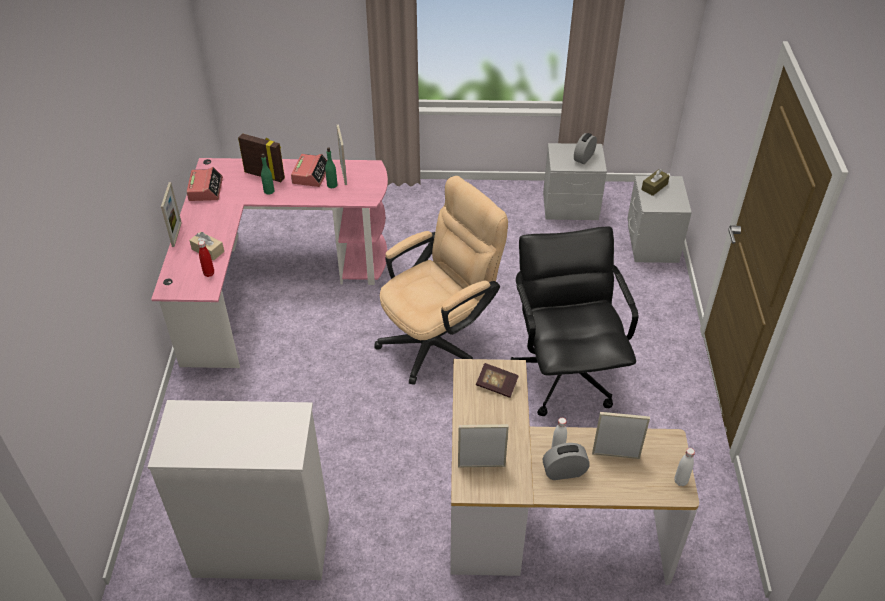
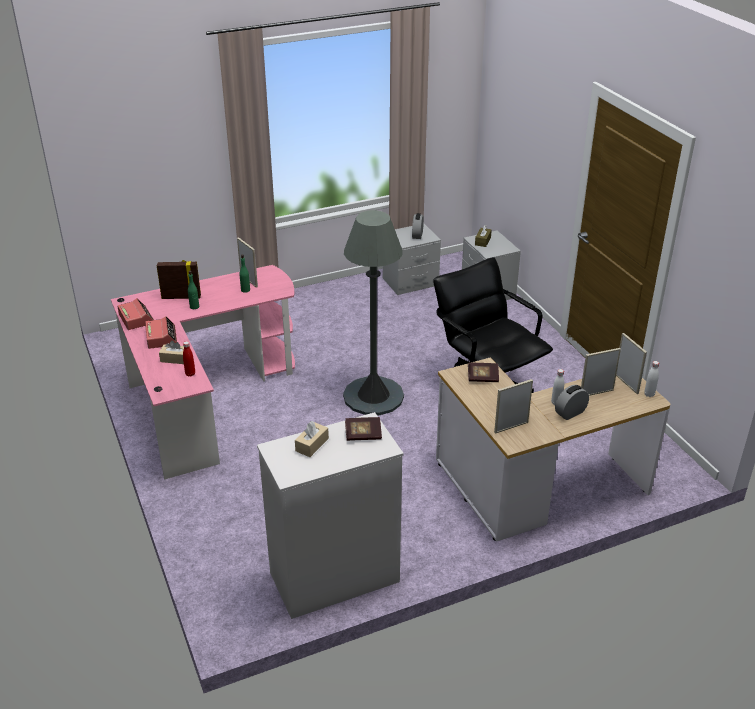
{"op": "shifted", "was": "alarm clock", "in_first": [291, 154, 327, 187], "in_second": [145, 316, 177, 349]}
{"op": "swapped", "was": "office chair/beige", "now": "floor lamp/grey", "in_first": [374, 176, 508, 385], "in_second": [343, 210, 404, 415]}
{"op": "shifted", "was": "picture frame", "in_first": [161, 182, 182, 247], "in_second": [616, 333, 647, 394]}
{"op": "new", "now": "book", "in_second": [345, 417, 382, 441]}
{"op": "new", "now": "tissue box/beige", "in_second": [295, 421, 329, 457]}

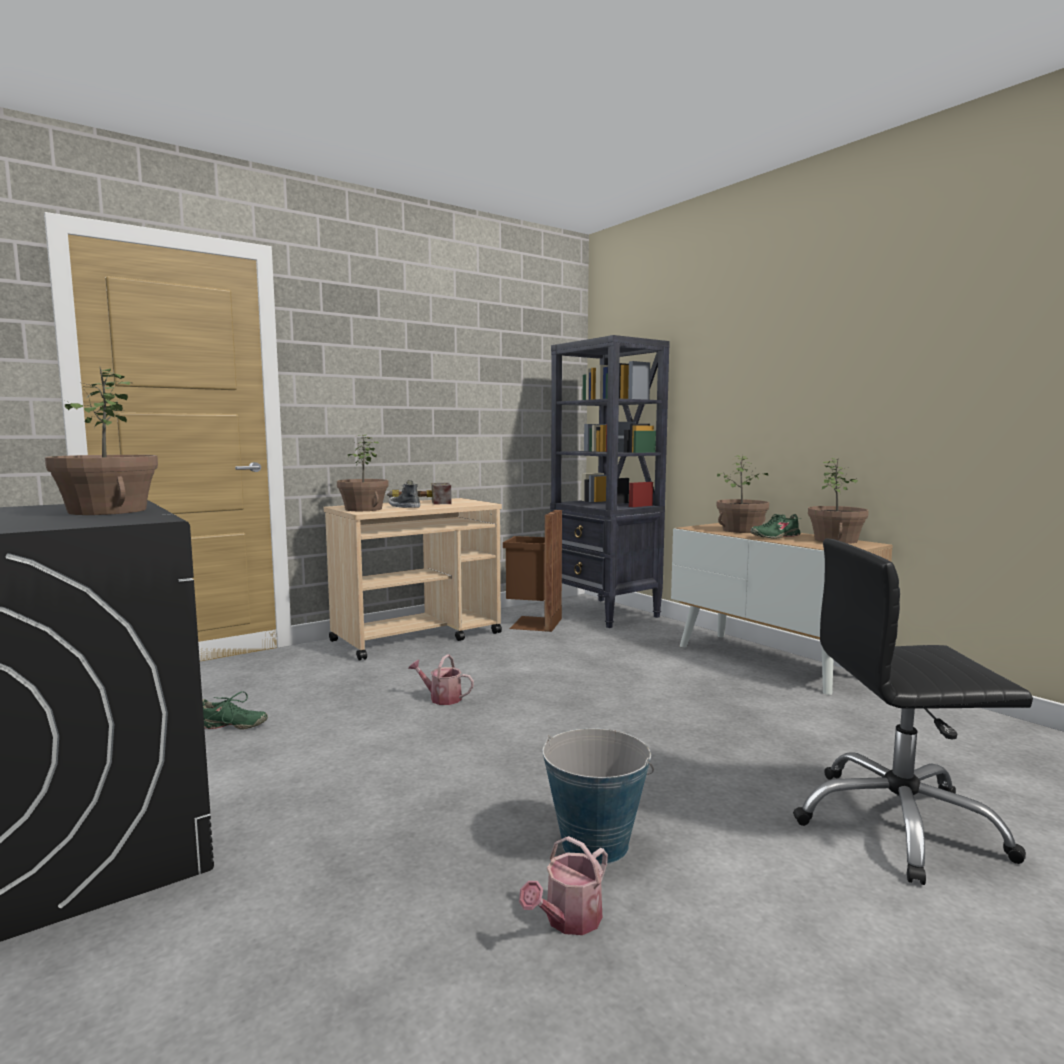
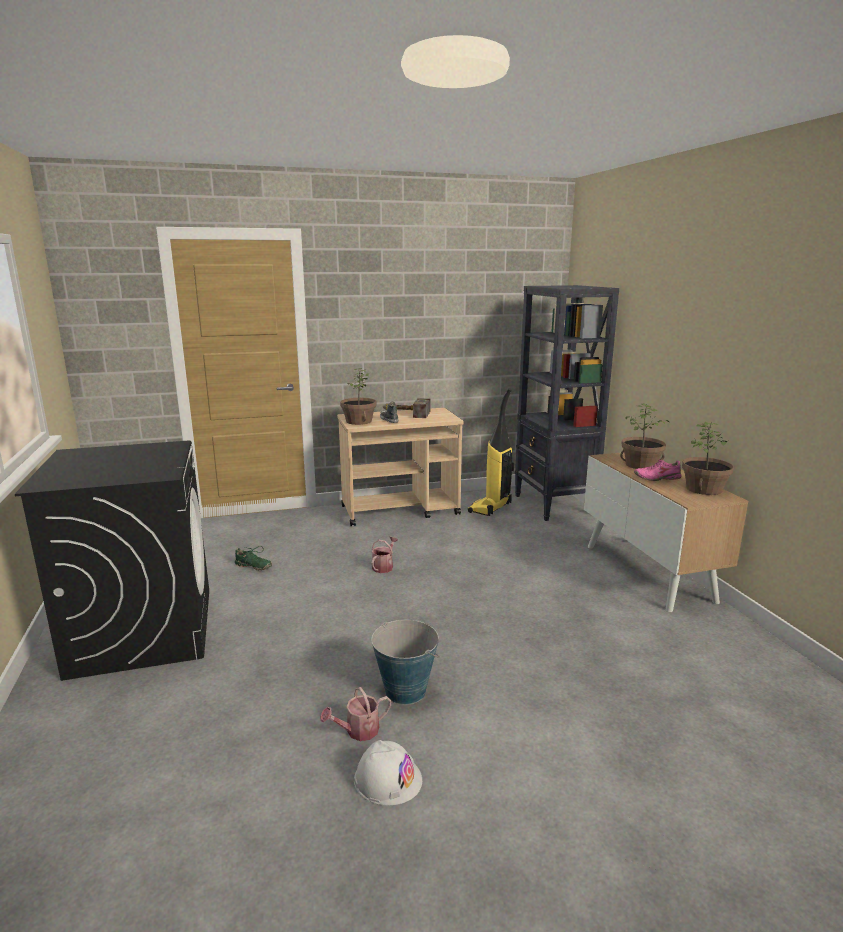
{"op": "gone", "was": "potted plant", "in_first": [45, 367, 158, 515]}
{"op": "swapped", "was": "trash can/brown", "now": "vacuum cleaner", "in_first": [503, 510, 562, 632], "in_second": [468, 388, 514, 516]}
{"op": "repainted", "was": "shoe/green", "now": "shoe/pink", "in_first": [750, 514, 801, 539], "in_second": [634, 459, 682, 481]}
{"op": "gone", "was": "office chair/black", "in_first": [793, 539, 1033, 885]}
{"op": "rotated", "was": "watering can", "in_first": [408, 654, 474, 705], "in_second": [372, 537, 398, 573], "clockwise": 75}
{"op": "new", "now": "hard hat/white", "in_second": [354, 740, 422, 805]}

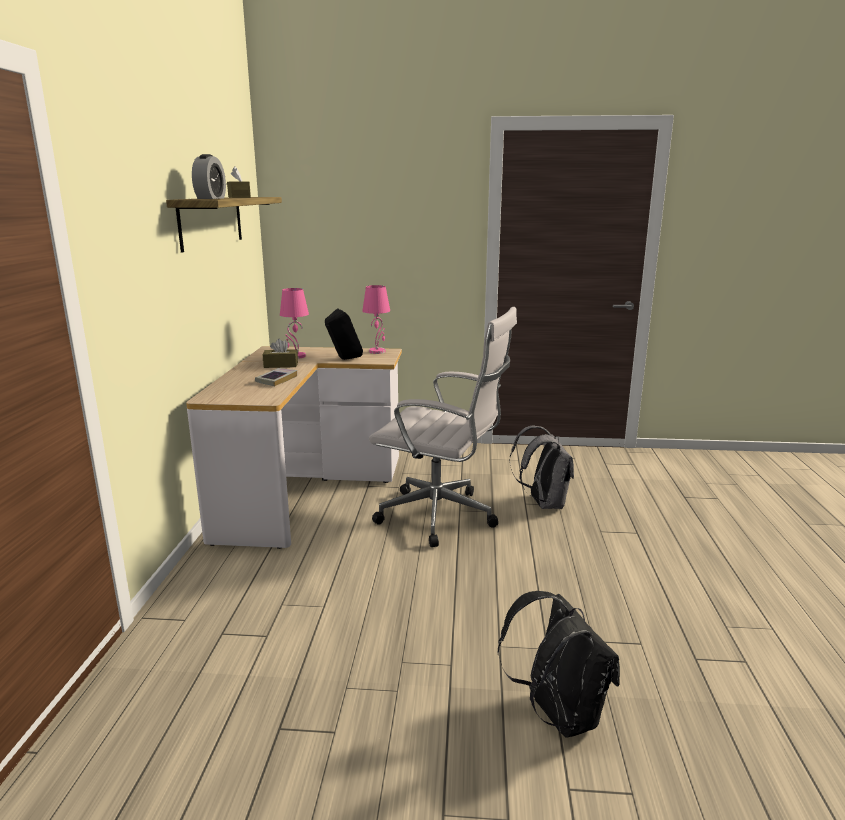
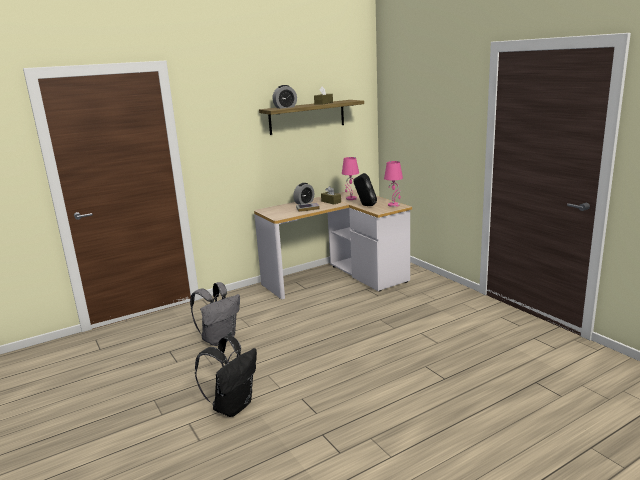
{"op": "gone", "was": "office chair/white", "in_first": [369, 307, 517, 547]}
{"op": "shifted", "was": "backpack/grey", "in_first": [509, 426, 574, 509], "in_second": [190, 282, 240, 346]}
{"op": "new", "now": "alarm clock", "in_second": [293, 183, 314, 205]}

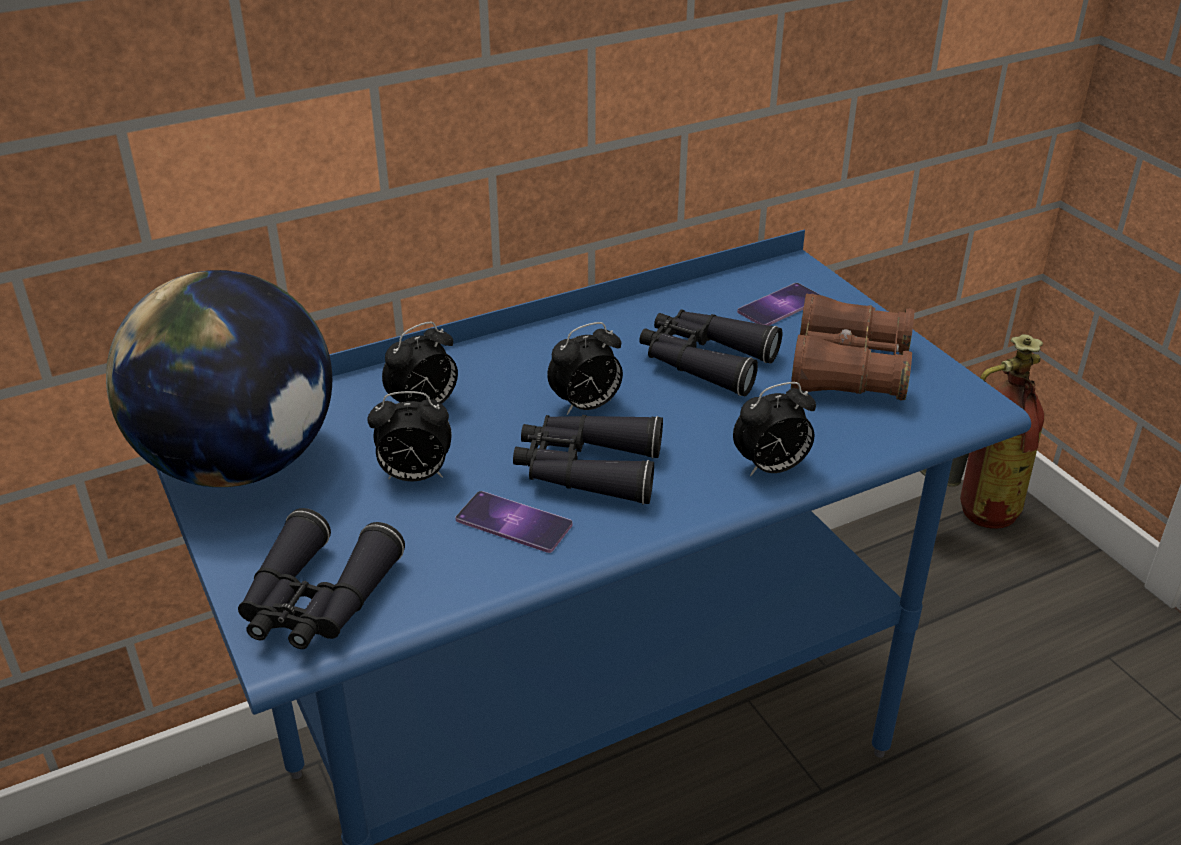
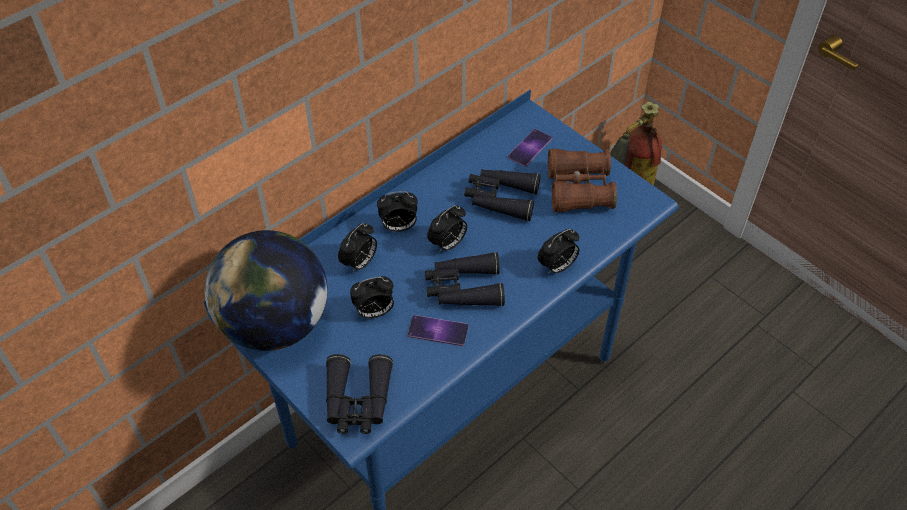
{"op": "new", "now": "alarm clock", "in_second": [377, 191, 418, 232]}

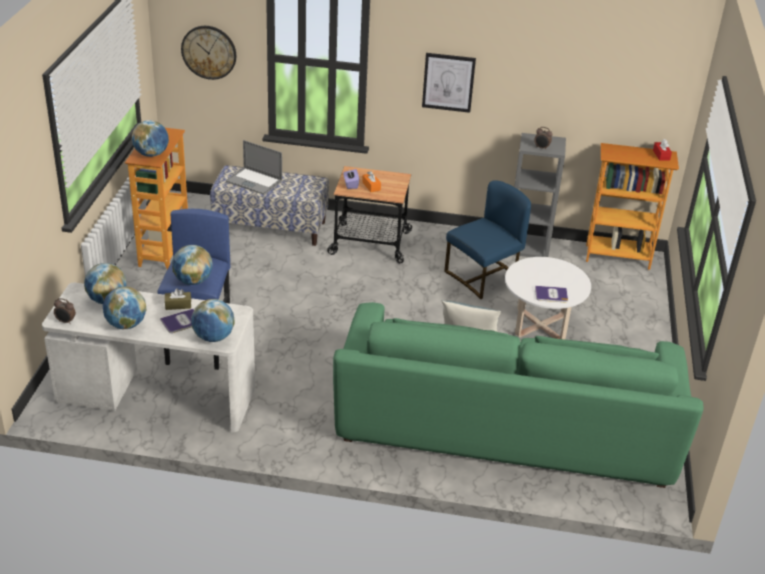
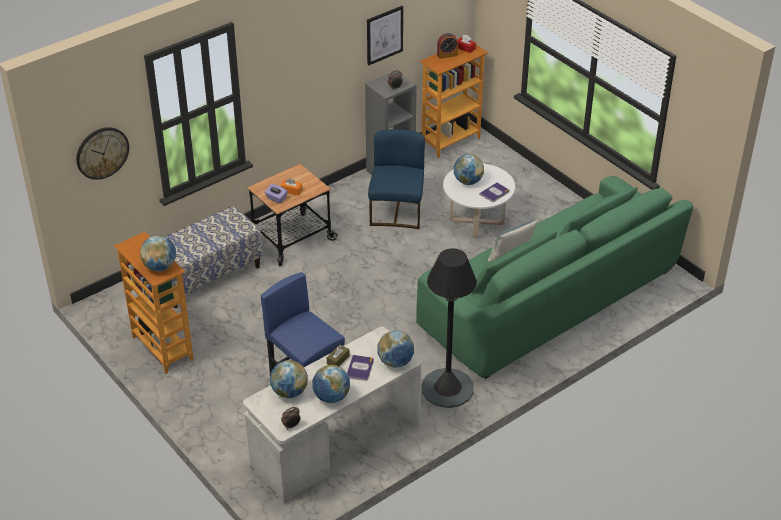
{"op": "shifted", "was": "picture", "in_first": [422, 53, 476, 113], "in_second": [367, 6, 403, 65]}
{"op": "gone", "was": "laptop", "in_first": [226, 140, 282, 195]}
{"op": "shifted", "was": "globe", "in_first": [172, 245, 213, 285], "in_second": [454, 154, 484, 185]}
{"op": "new", "now": "alarm clock", "in_second": [437, 33, 458, 59]}
{"op": "new", "now": "floor lamp/black", "in_second": [422, 248, 477, 408]}

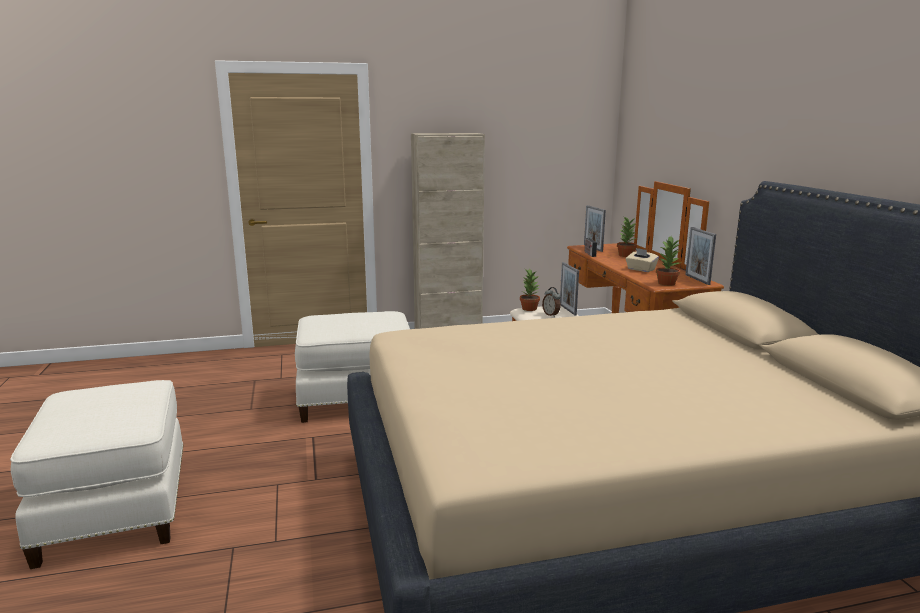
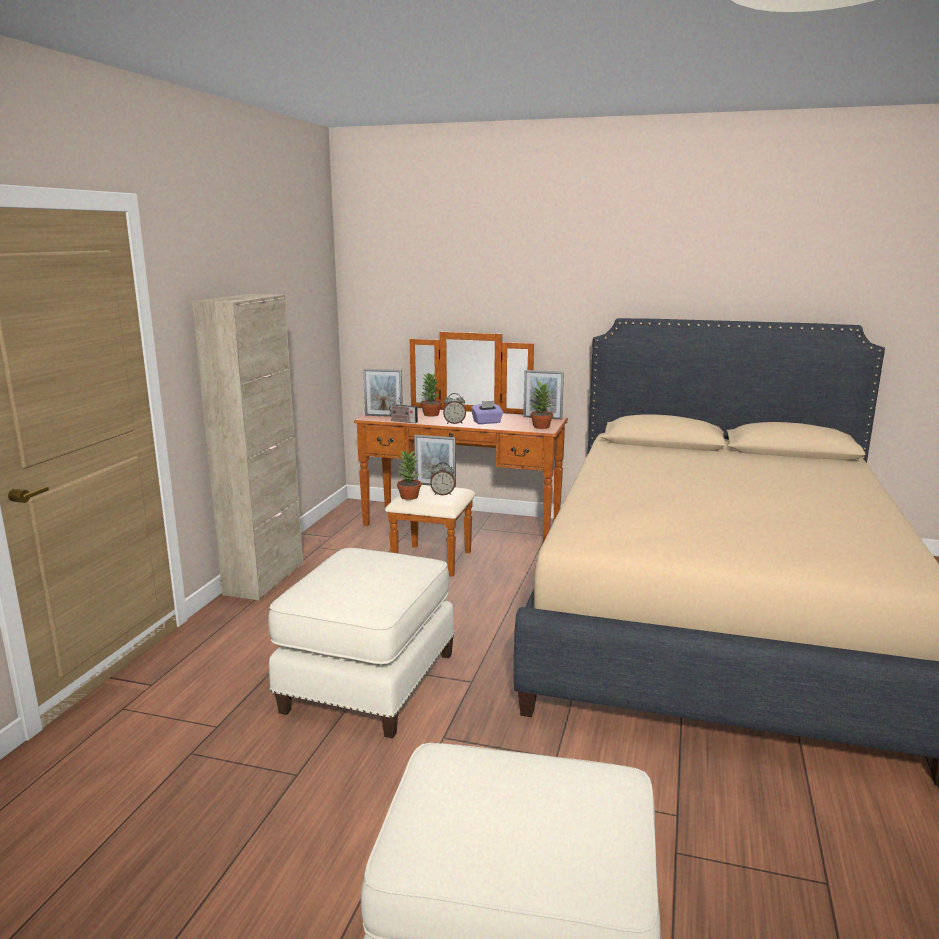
{"op": "repainted", "was": "tissue box/beige", "now": "tissue box/purple", "in_first": [626, 248, 659, 272], "in_second": [471, 401, 503, 424]}
{"op": "new", "now": "alarm clock", "in_second": [443, 393, 466, 424]}

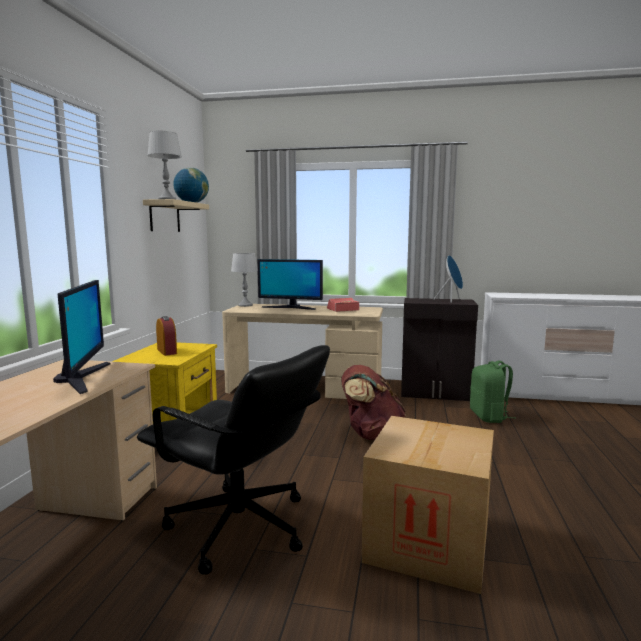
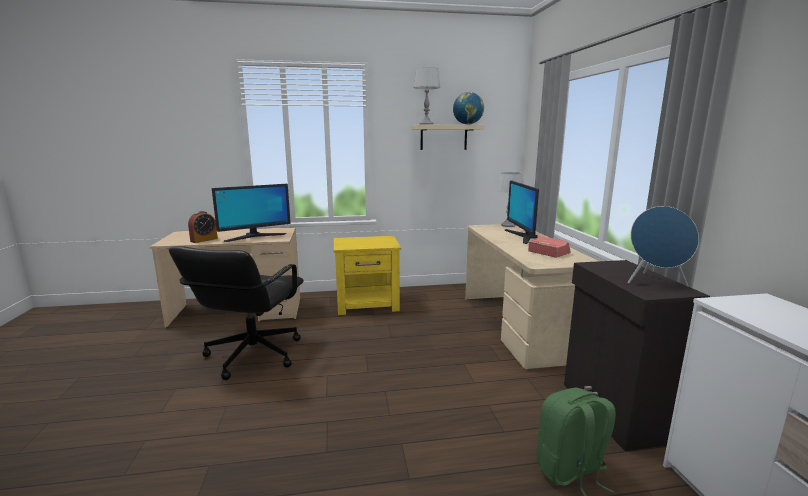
{"op": "shifted", "was": "alarm clock", "in_first": [156, 316, 177, 356], "in_second": [188, 211, 218, 243]}
{"op": "gone", "was": "backpack/brown", "in_first": [342, 365, 406, 440]}
{"op": "gone", "was": "cardboard box", "in_first": [362, 416, 494, 594]}

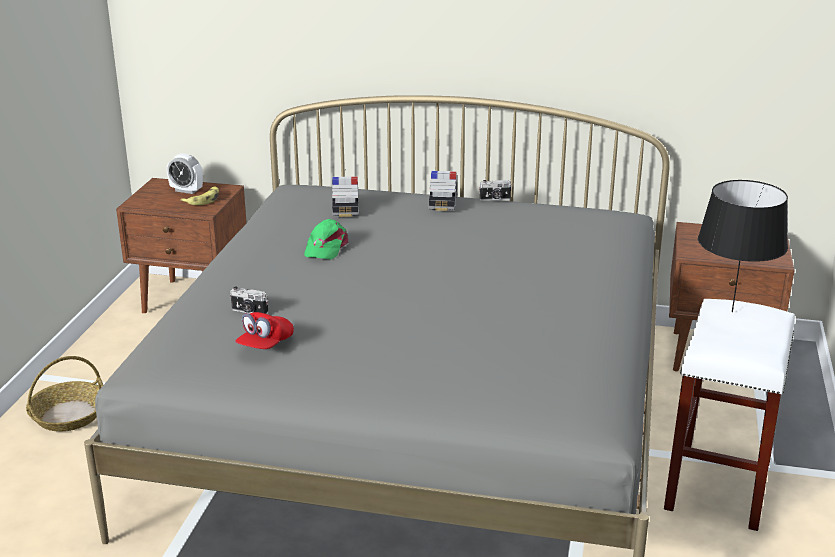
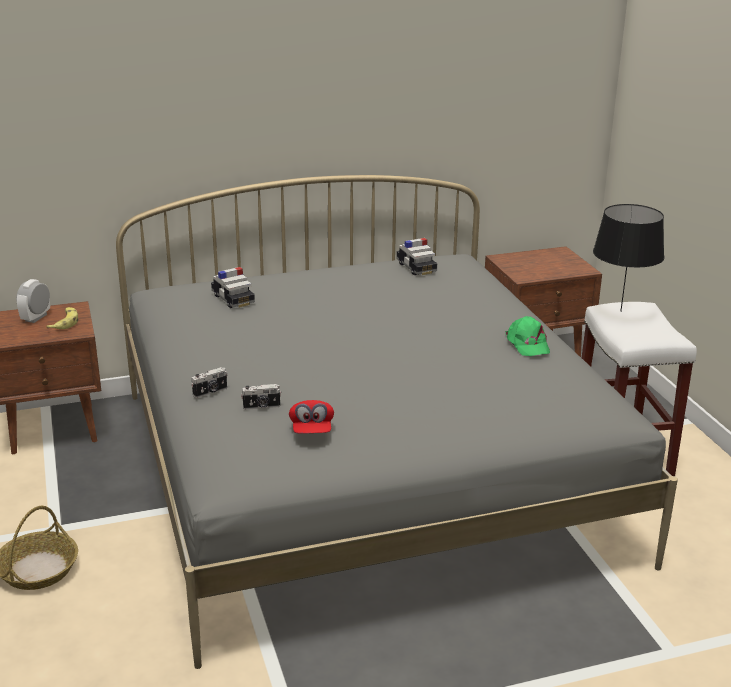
{"op": "rotated", "was": "alarm clock", "in_first": [167, 153, 203, 194], "in_second": [16, 279, 50, 323], "clockwise": 120}
{"op": "shifted", "was": "toy car", "in_first": [429, 171, 457, 211], "in_second": [397, 238, 437, 275]}
{"op": "shifted", "was": "photo camera", "in_first": [479, 180, 512, 201], "in_second": [191, 367, 227, 398]}
{"op": "shifted", "was": "cap/green", "in_first": [304, 219, 348, 260], "in_second": [505, 316, 550, 356]}

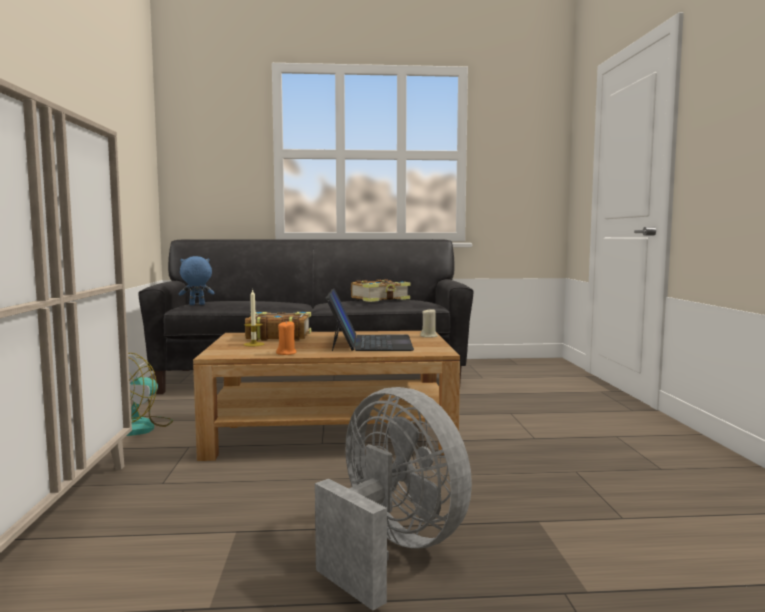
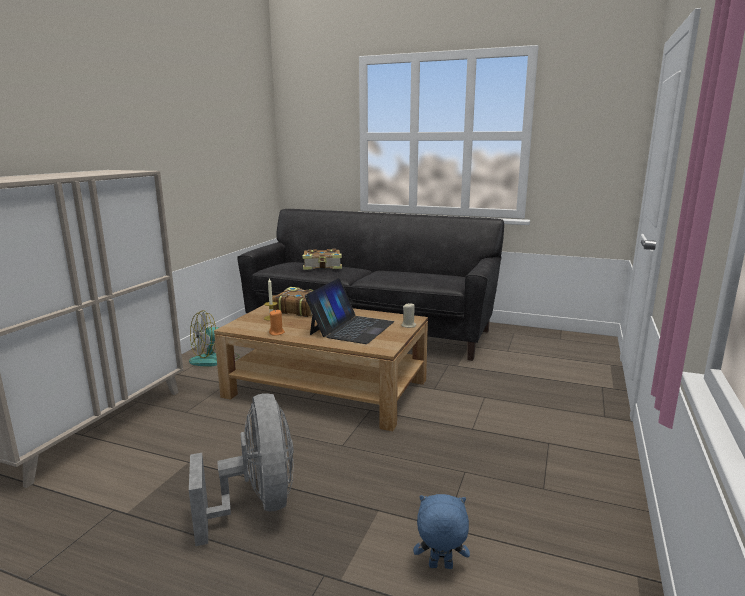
{"op": "shifted", "was": "plush toy/blue", "in_first": [179, 256, 215, 305], "in_second": [413, 494, 470, 569]}
{"op": "shifted", "was": "book", "in_first": [351, 279, 410, 302], "in_second": [303, 249, 342, 270]}

